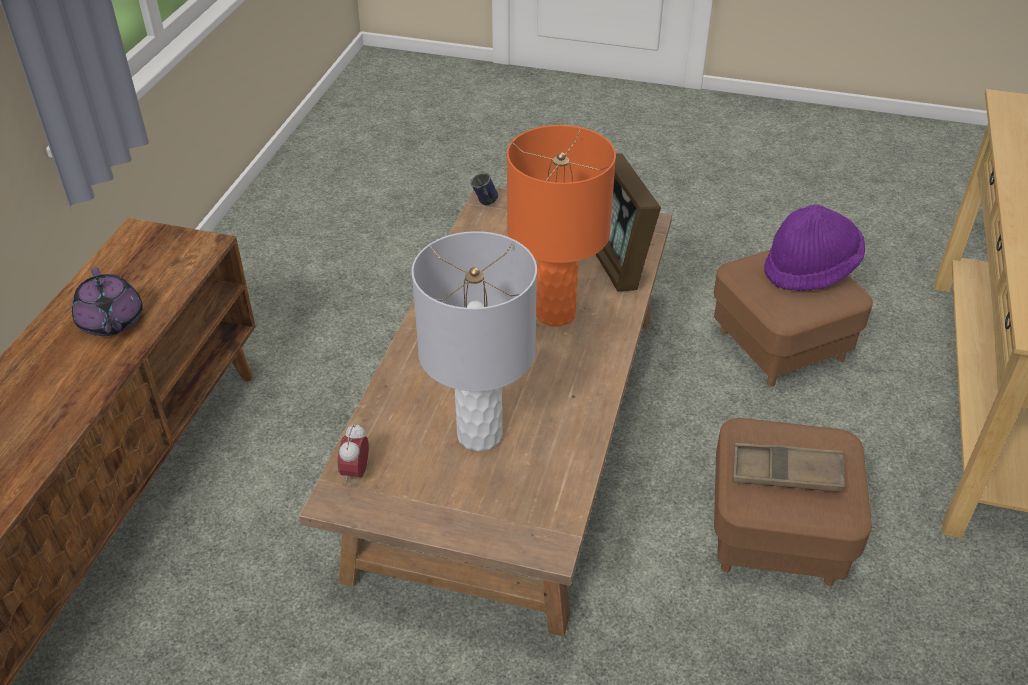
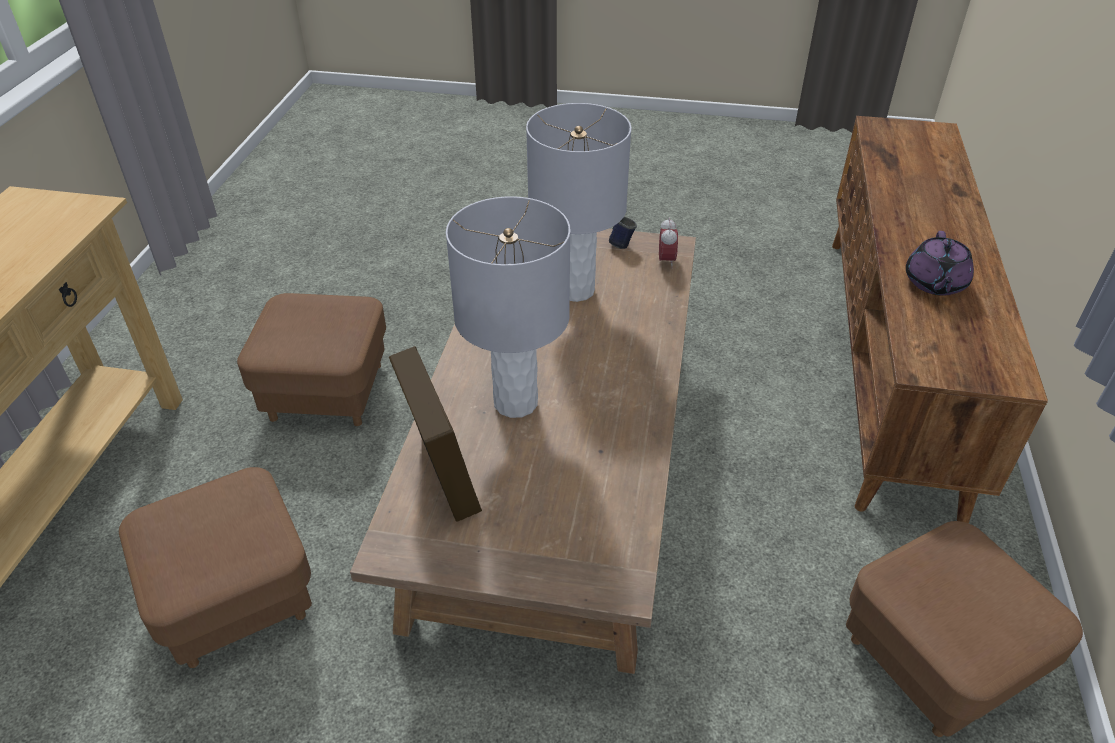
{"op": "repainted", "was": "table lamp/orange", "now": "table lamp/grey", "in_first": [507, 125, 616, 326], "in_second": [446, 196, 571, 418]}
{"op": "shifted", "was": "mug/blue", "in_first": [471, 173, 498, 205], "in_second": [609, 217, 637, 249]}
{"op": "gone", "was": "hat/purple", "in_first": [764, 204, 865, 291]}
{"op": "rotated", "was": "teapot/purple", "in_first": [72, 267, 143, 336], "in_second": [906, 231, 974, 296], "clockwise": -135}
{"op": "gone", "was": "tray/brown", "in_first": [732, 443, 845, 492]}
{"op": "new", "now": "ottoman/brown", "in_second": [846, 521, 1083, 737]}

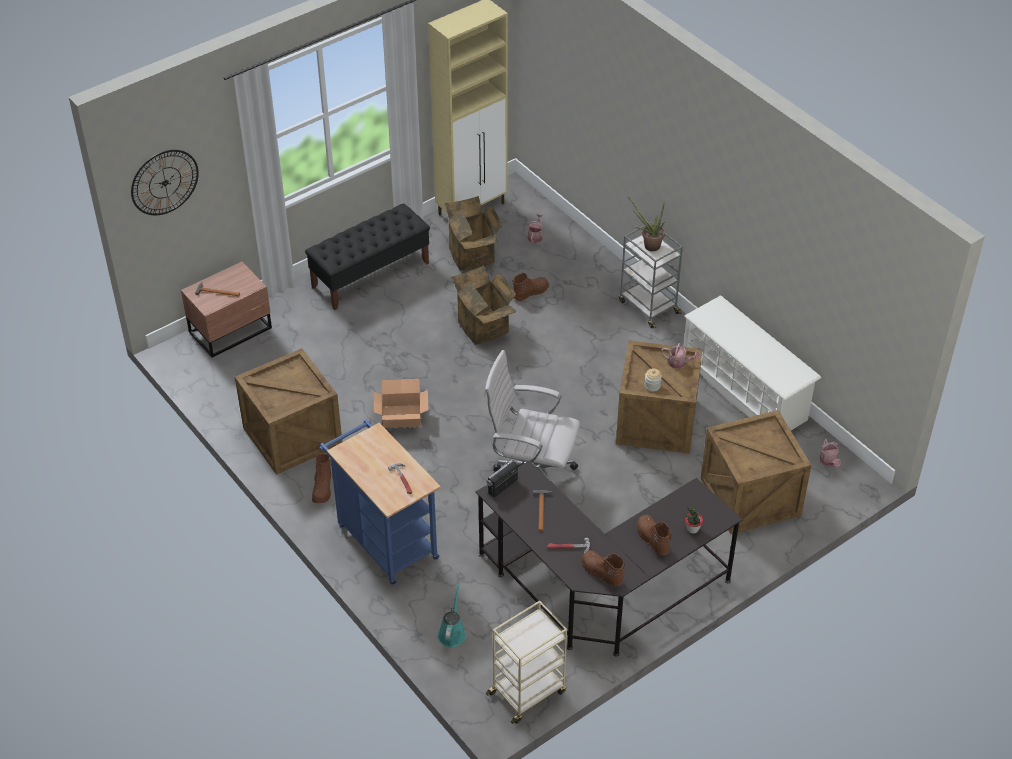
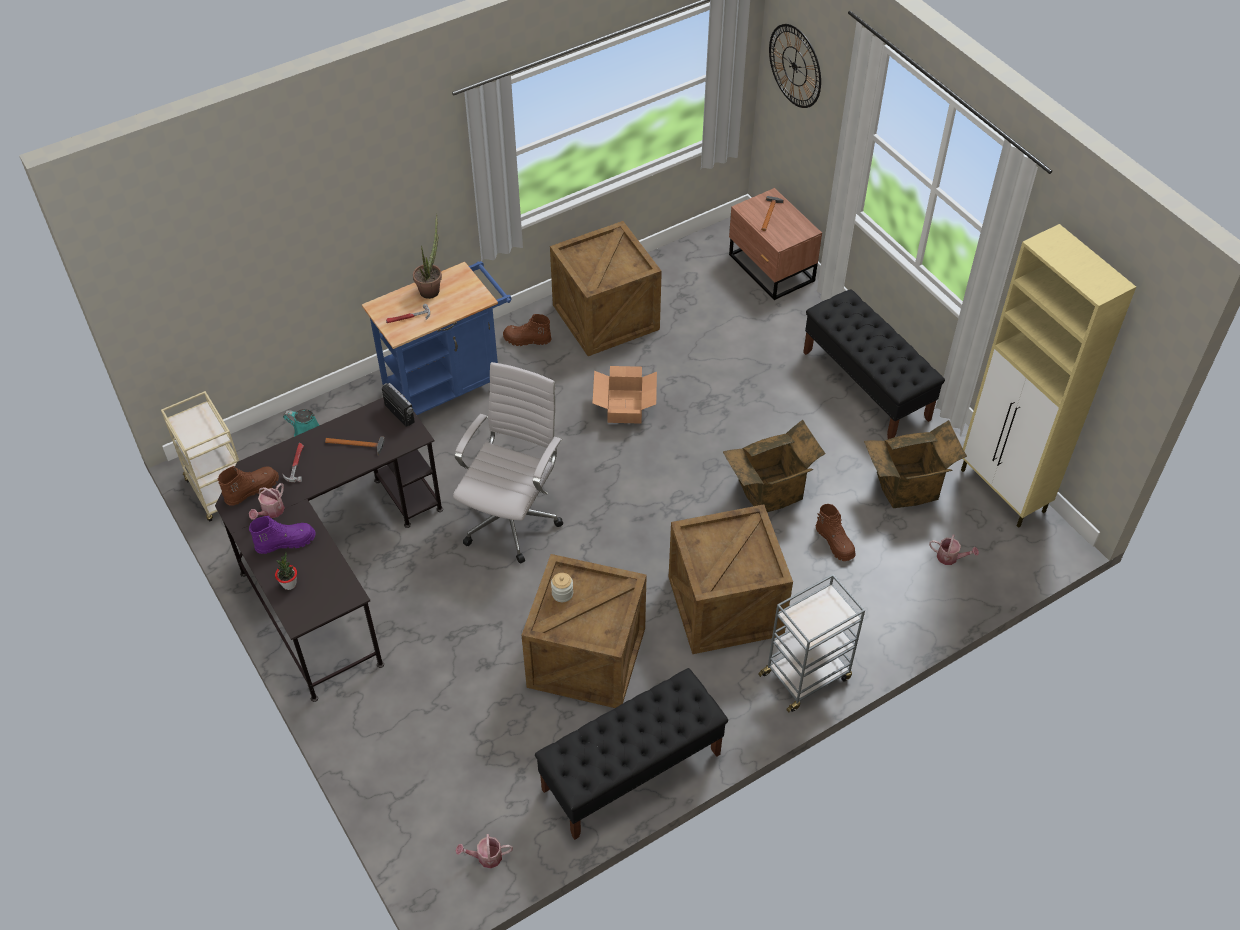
{"op": "shifted", "was": "potted plant", "in_first": [628, 197, 665, 251], "in_second": [413, 214, 442, 299]}
{"op": "swapped", "was": "shoe rack/white", "now": "bench/black", "in_first": [683, 296, 821, 430], "in_second": [535, 668, 728, 840]}
{"op": "shifted", "was": "watering can", "in_first": [661, 343, 700, 369], "in_second": [249, 483, 285, 520]}
{"op": "shifted", "was": "crate", "in_first": [700, 410, 811, 534], "in_second": [669, 504, 793, 654]}
{"op": "repainted", "was": "boot/brown", "now": "boot/purple", "in_first": [636, 515, 672, 555], "in_second": [249, 516, 315, 554]}

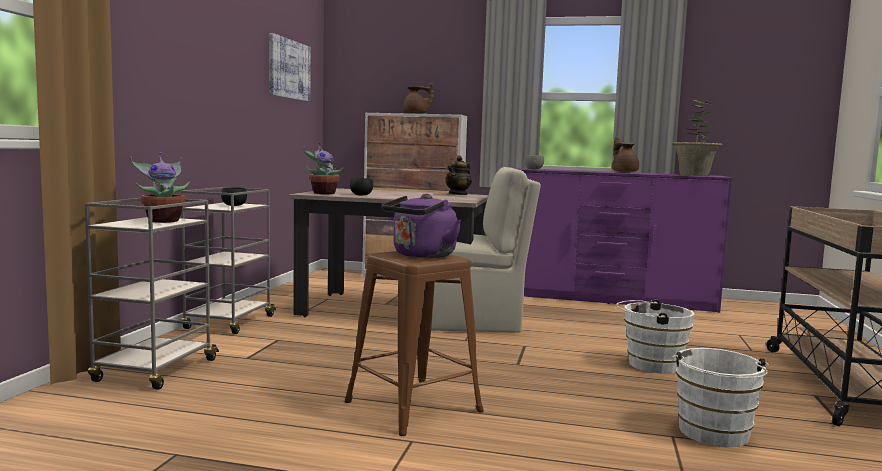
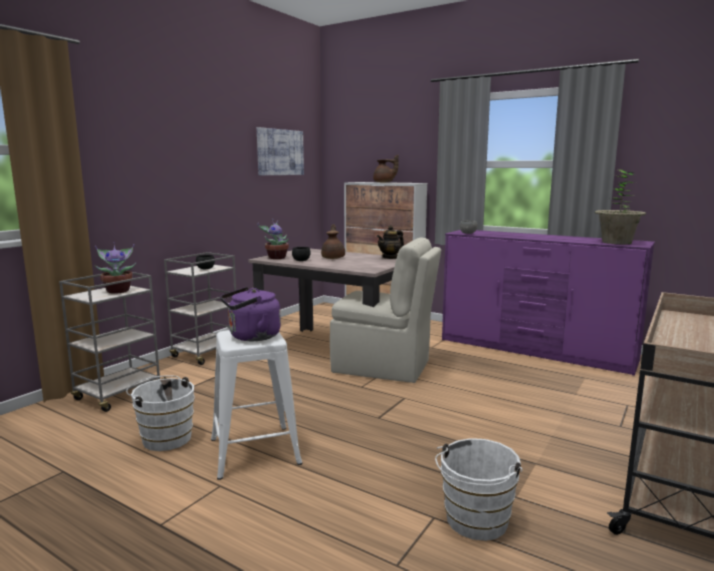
{"op": "shifted", "was": "teapot/brown", "in_first": [612, 137, 639, 172], "in_second": [321, 224, 345, 259]}
{"op": "repainted", "was": "stool/brown", "now": "stool/white", "in_first": [344, 251, 484, 436], "in_second": [211, 330, 303, 480]}
{"op": "shifted", "was": "bucket/white", "in_first": [616, 299, 695, 374], "in_second": [126, 375, 195, 451]}

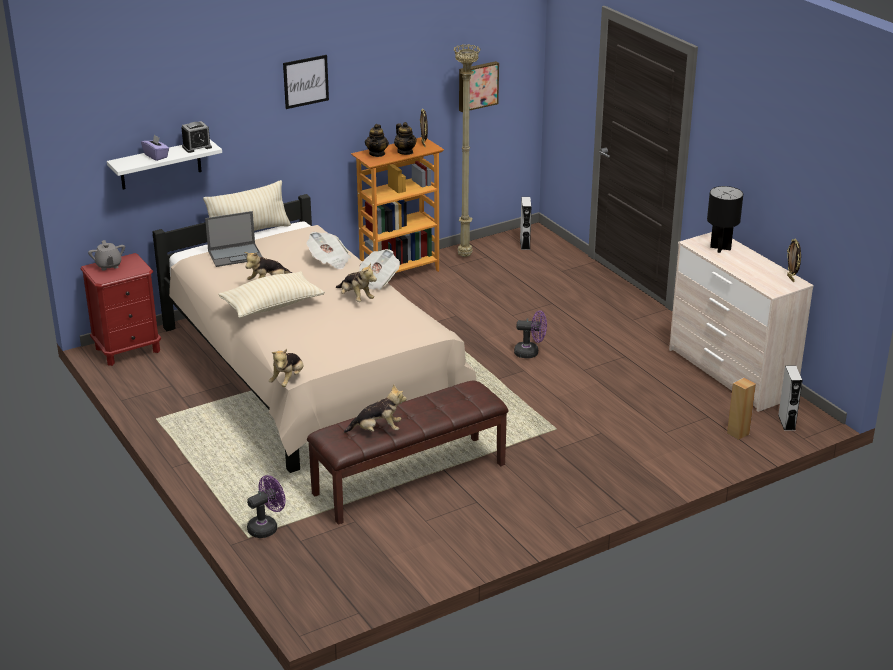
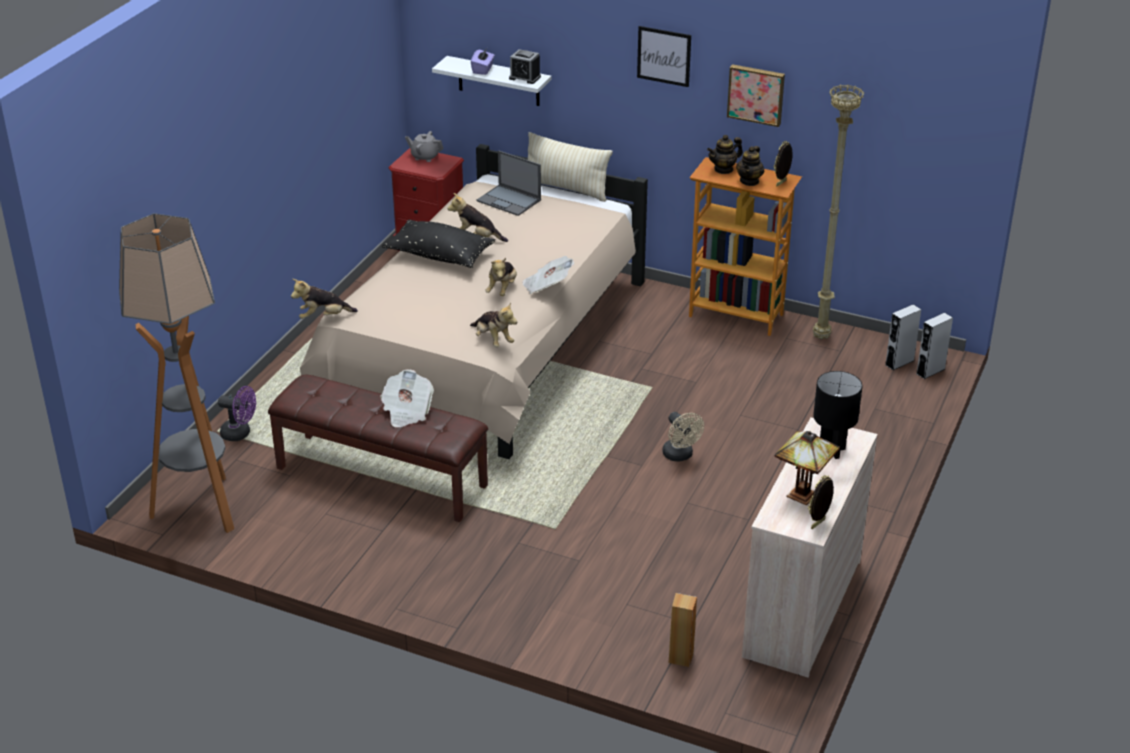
{"op": "shifted", "was": "picture", "in_first": [459, 61, 499, 112], "in_second": [727, 64, 785, 127]}
{"op": "shifted", "was": "newspaper", "in_first": [306, 232, 351, 270], "in_second": [380, 370, 434, 427]}
{"op": "rotated", "was": "teapot/grey", "in_first": [88, 240, 125, 271], "in_second": [405, 131, 444, 162], "clockwise": 75}
{"op": "repainted", "was": "pillow/beige", "now": "pillow/black", "in_first": [218, 271, 325, 318], "in_second": [382, 219, 495, 268]}
{"op": "repainted", "was": "fan/purple", "now": "fan/beige", "in_first": [514, 310, 547, 358], "in_second": [662, 412, 704, 462]}
{"op": "shifted", "was": "speaker/grey", "in_first": [778, 366, 803, 431], "in_second": [916, 313, 953, 379]}
{"op": "shifted", "was": "plush toy", "in_first": [344, 384, 407, 433], "in_second": [470, 303, 517, 347]}
{"op": "new", "now": "floor lamp", "in_second": [119, 213, 234, 533]}
{"op": "new", "now": "table lamp", "in_second": [775, 431, 840, 505]}

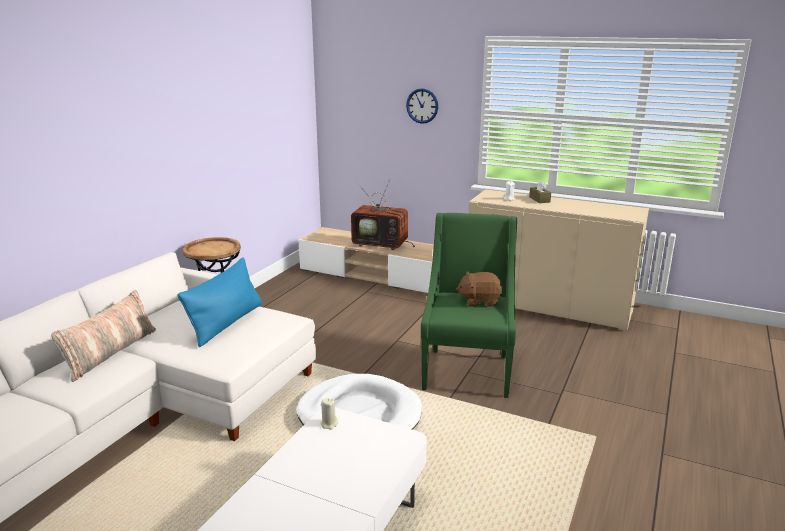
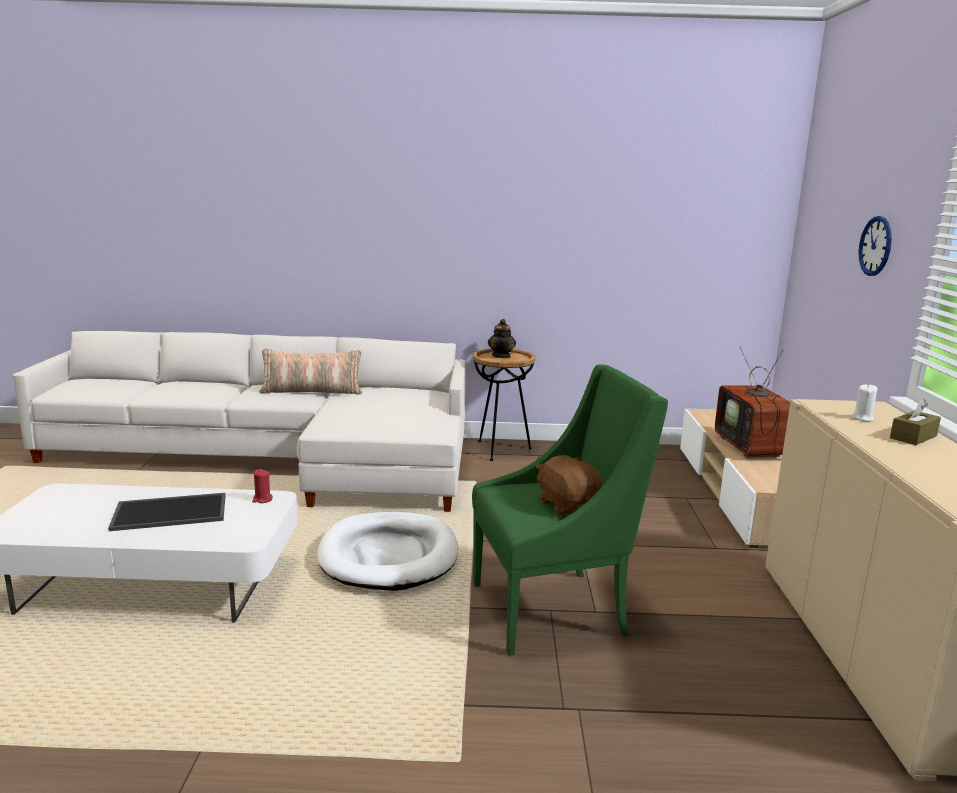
{"op": "gone", "was": "pillow/blue", "in_first": [177, 257, 262, 347]}
{"op": "repainted", "was": "candle/beige", "now": "candle/red", "in_first": [320, 398, 338, 430], "in_second": [252, 469, 273, 503]}
{"op": "new", "now": "teapot", "in_second": [488, 319, 516, 358]}
{"op": "new", "now": "tray", "in_second": [108, 493, 225, 531]}

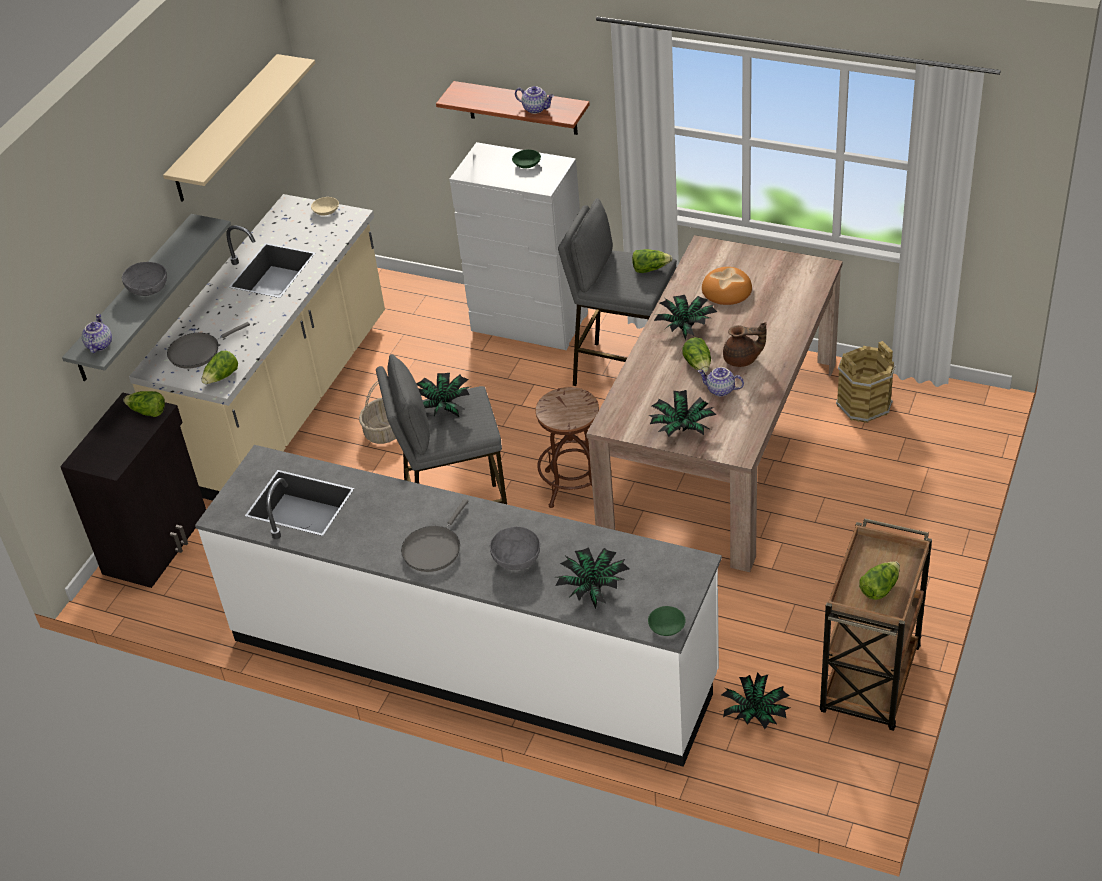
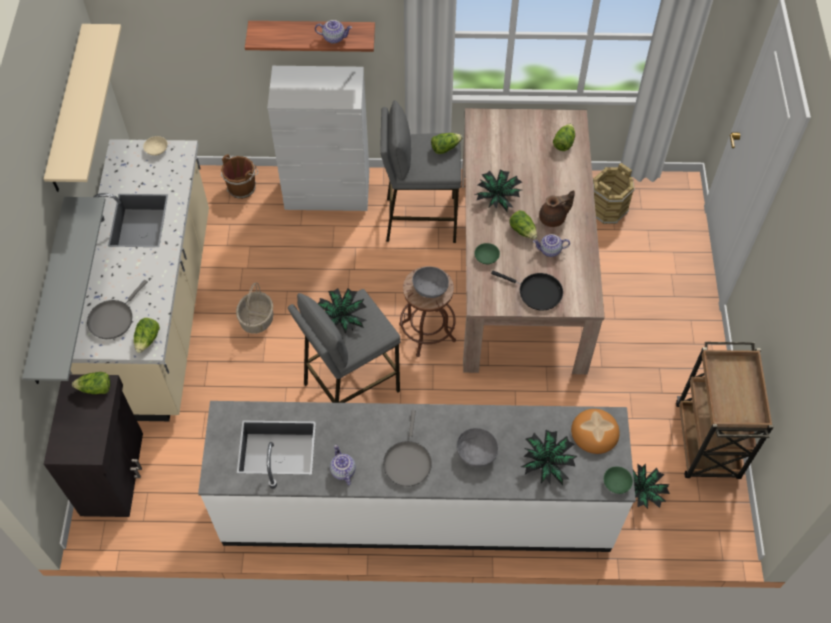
{"op": "shifted", "was": "bowl/green", "in_first": [512, 150, 541, 168], "in_second": [474, 243, 500, 264]}
{"op": "shifted", "was": "bowl/grey", "in_first": [122, 262, 167, 296], "in_second": [412, 267, 449, 298]}
{"op": "shifted", "was": "bread", "in_first": [702, 267, 752, 305], "in_second": [571, 409, 620, 454]}
{"op": "shifted", "was": "teapot", "in_first": [82, 314, 112, 353], "in_second": [330, 445, 356, 485]}
{"op": "swapped", "was": "potted plant", "now": "frying pan/black", "in_first": [648, 390, 716, 437], "in_second": [491, 271, 563, 310]}
{"op": "shifted", "was": "lettuce", "in_first": [859, 562, 900, 600], "in_second": [553, 123, 575, 151]}
{"op": "new", "now": "bucket/brown", "in_second": [221, 154, 259, 199]}

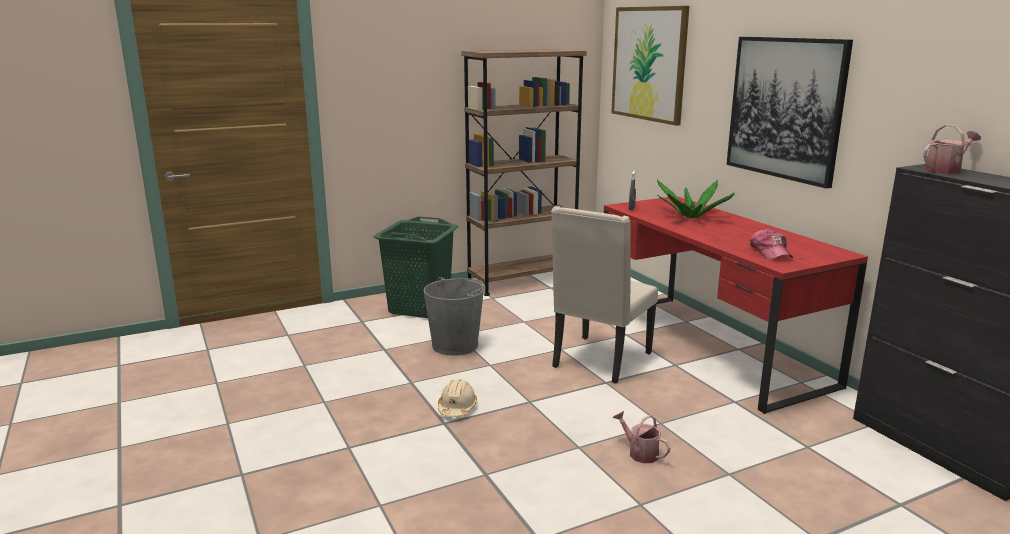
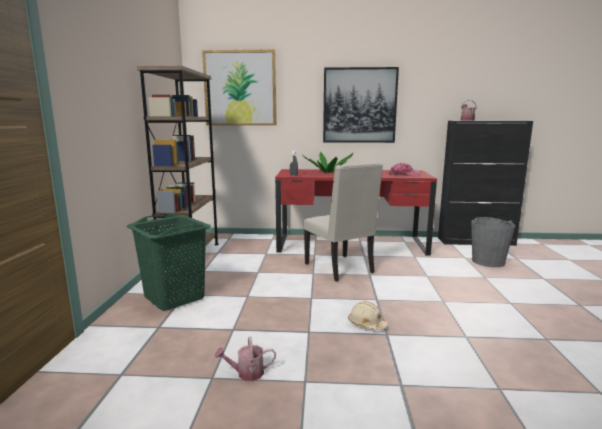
{"op": "shifted", "was": "bucket/grey", "in_first": [423, 277, 484, 355], "in_second": [471, 217, 515, 267]}
{"op": "shifted", "was": "watering can", "in_first": [612, 411, 670, 463], "in_second": [214, 336, 276, 381]}

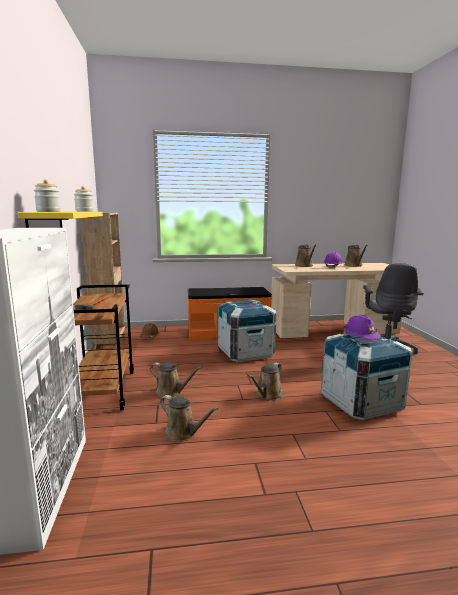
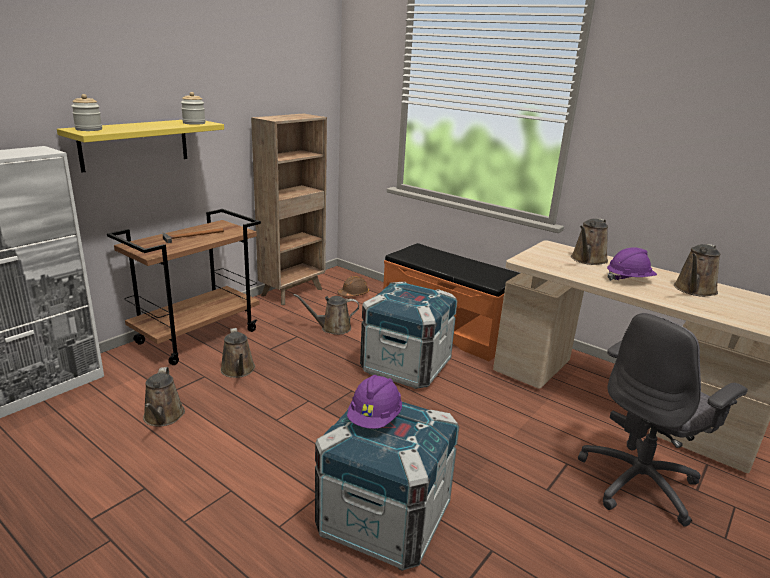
{"op": "shifted", "was": "watering can/brown", "in_first": [248, 363, 283, 401], "in_second": [294, 294, 359, 335]}

